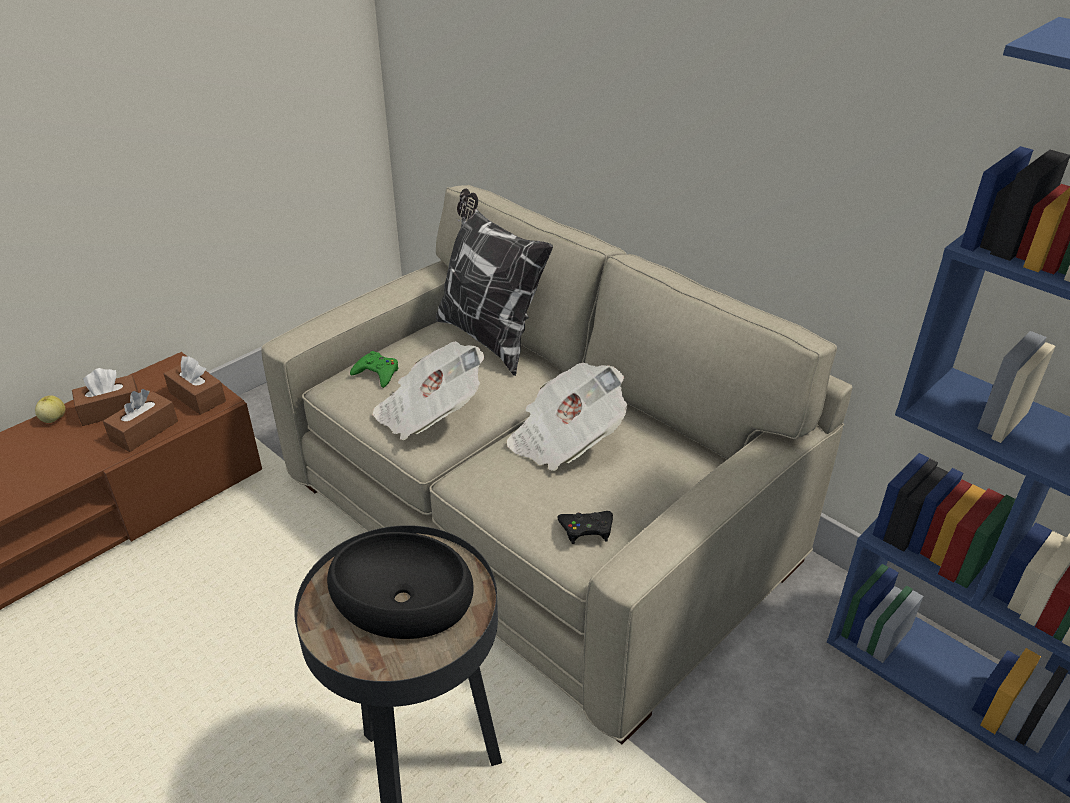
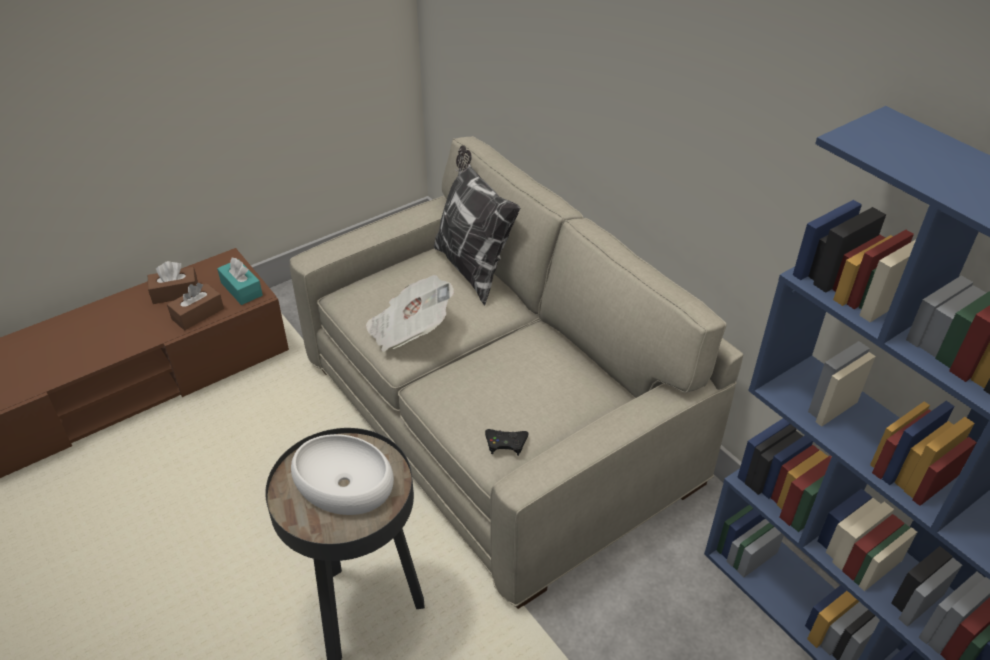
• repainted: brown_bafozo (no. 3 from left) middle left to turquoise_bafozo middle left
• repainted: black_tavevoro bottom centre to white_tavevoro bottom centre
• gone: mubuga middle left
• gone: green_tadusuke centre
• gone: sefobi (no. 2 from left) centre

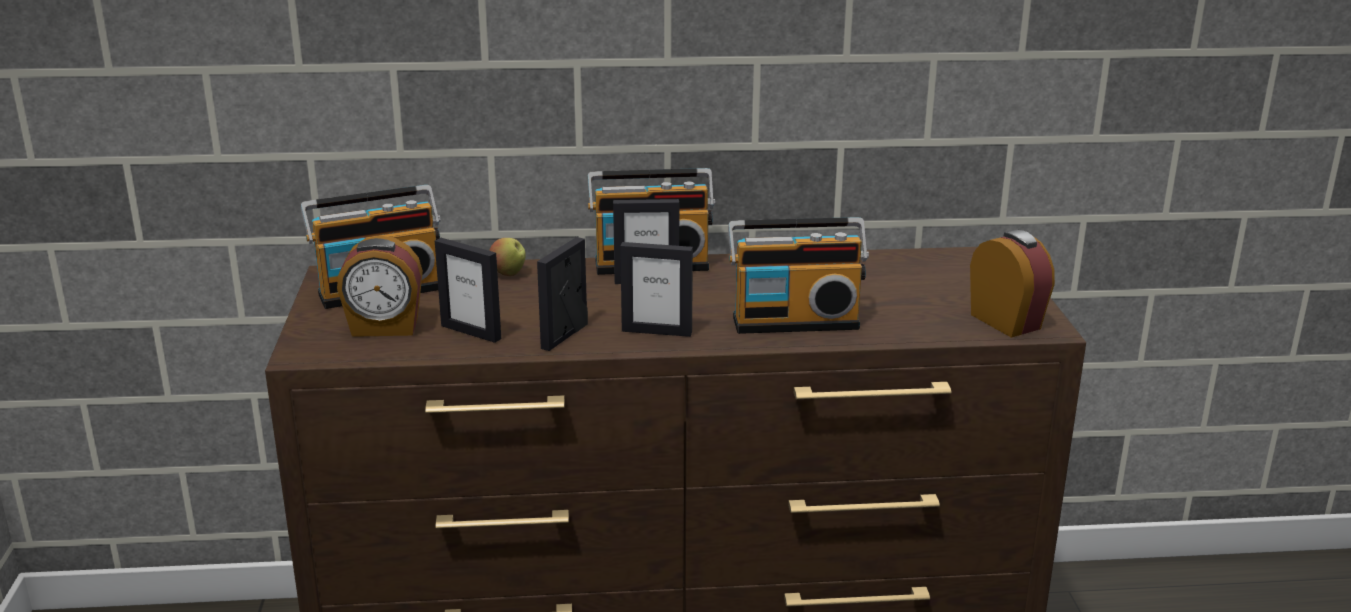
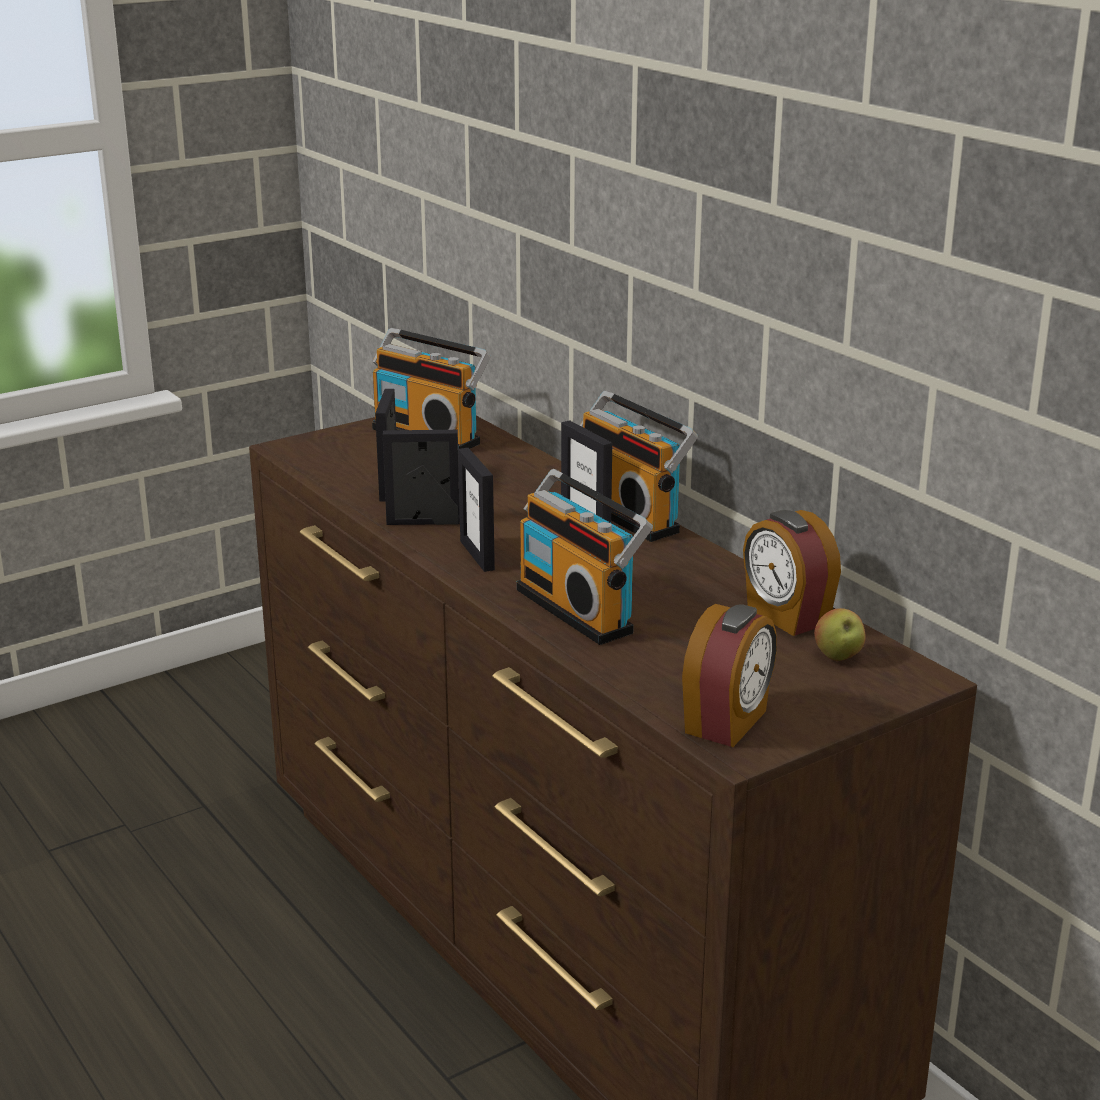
• shifted: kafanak (no. 1 from left in the first image) middle left to kafanak (no. 2 from left) middle right
• shifted: mubuga centre to middle right

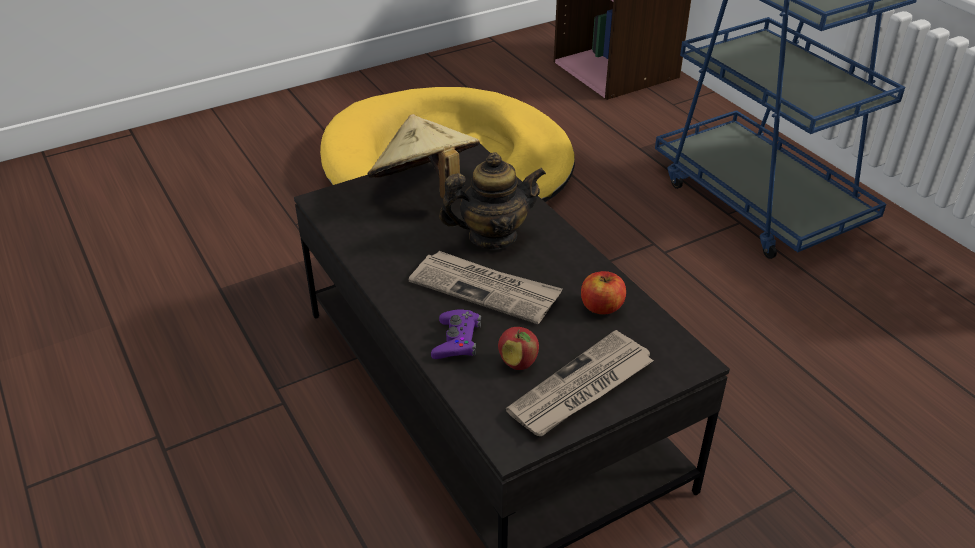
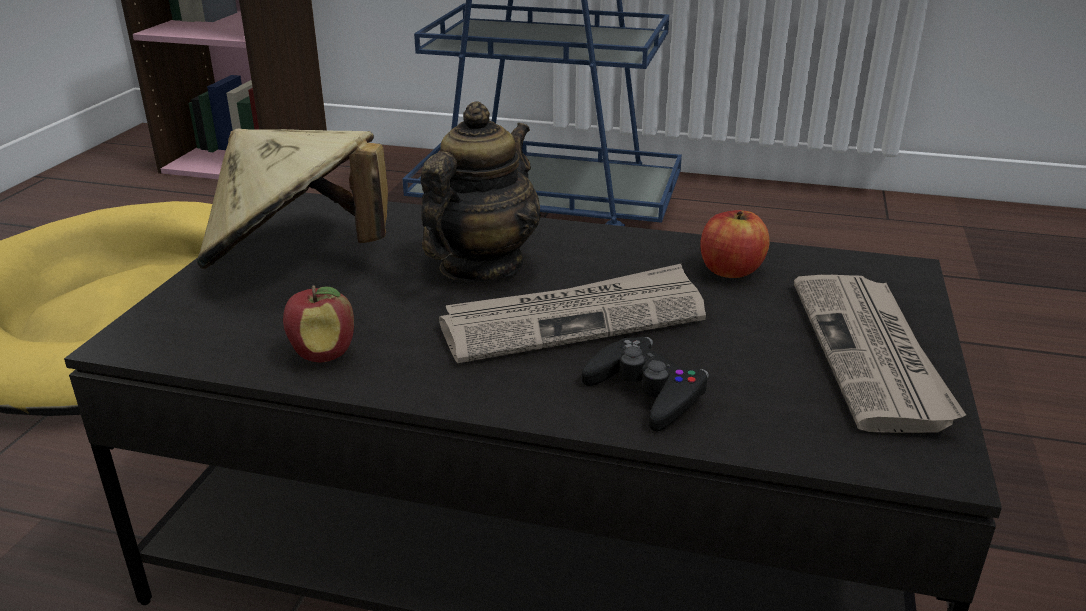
• shifted: mubuga (no. 1 from left) centre to middle left
• repainted: purple_tadusuke centre to black_tadusuke centre

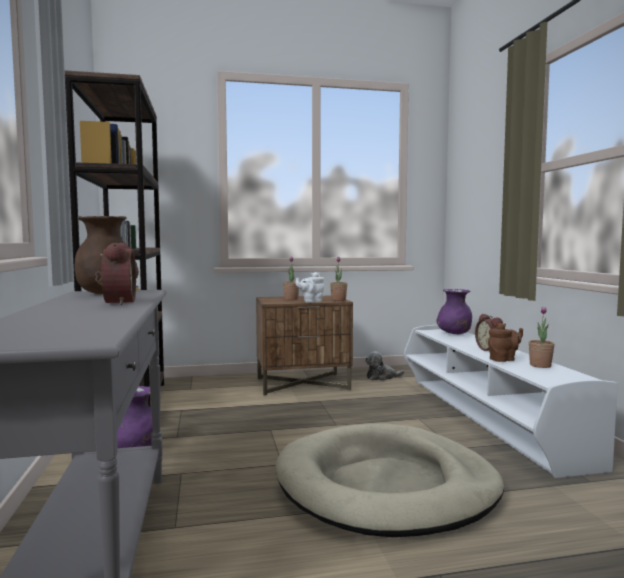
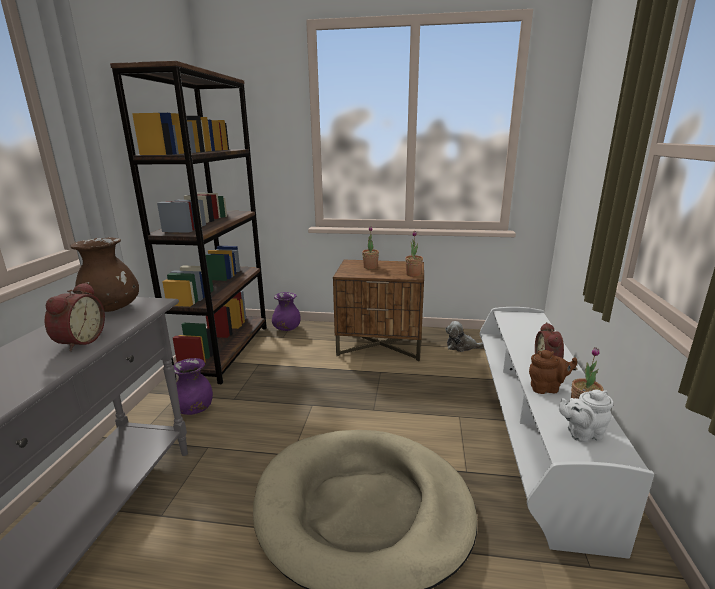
• shifted: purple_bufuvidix (no. 2 from left) middle right to centre
• shifted: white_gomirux centre to bottom right

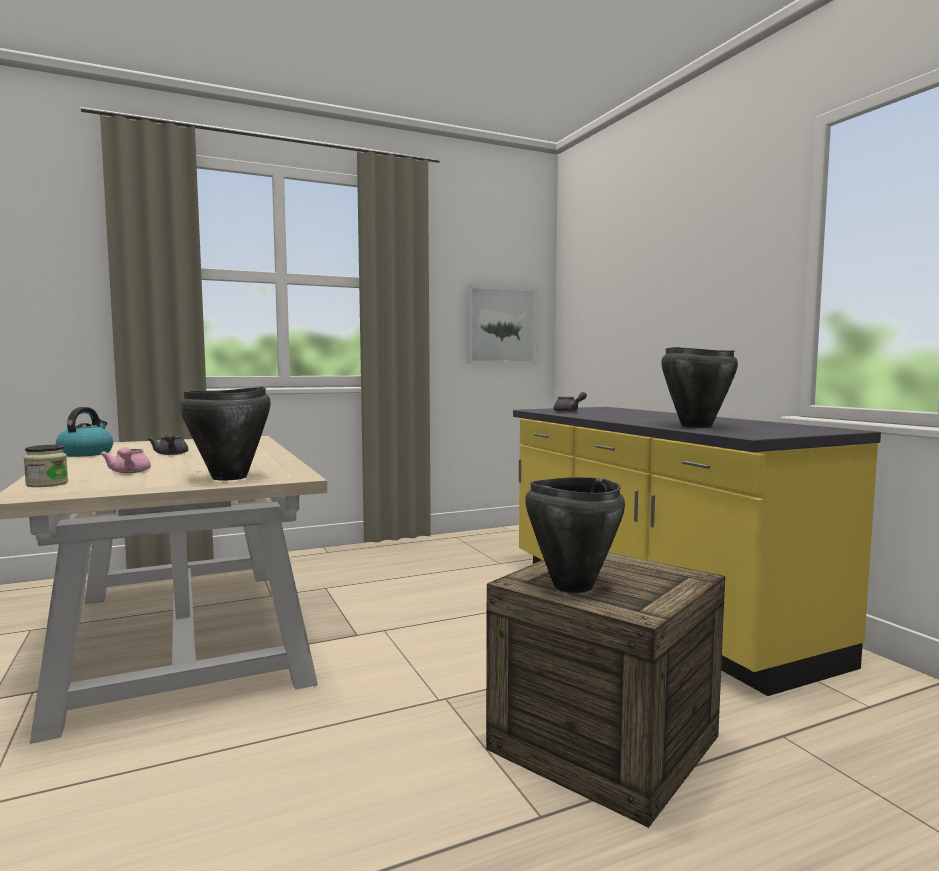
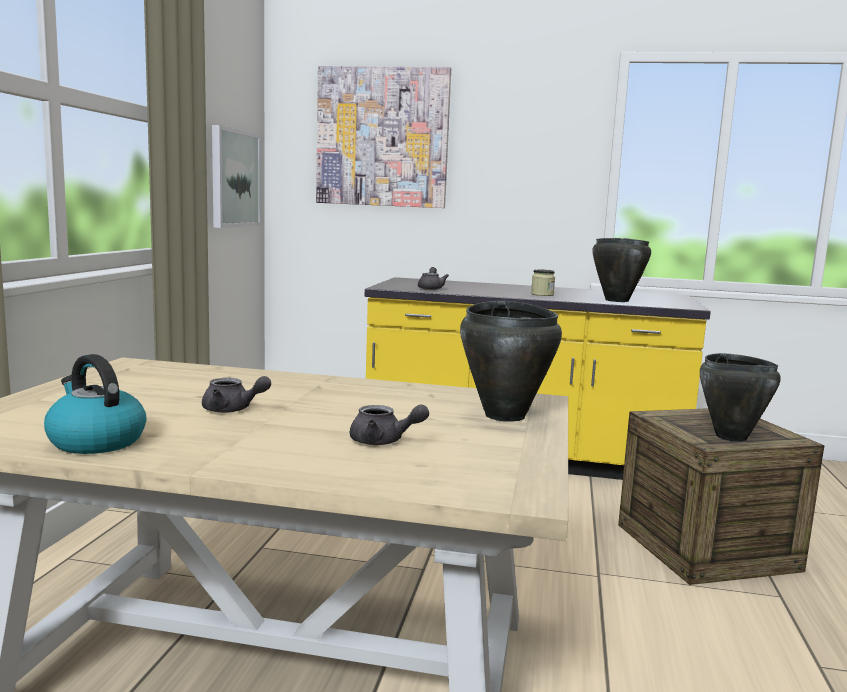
• new: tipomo (no. 2 from left) top centre
• repainted: pink_gomirux middle left to grey_gomirux (no. 2 from left) centre
• shifted: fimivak middle left to centre

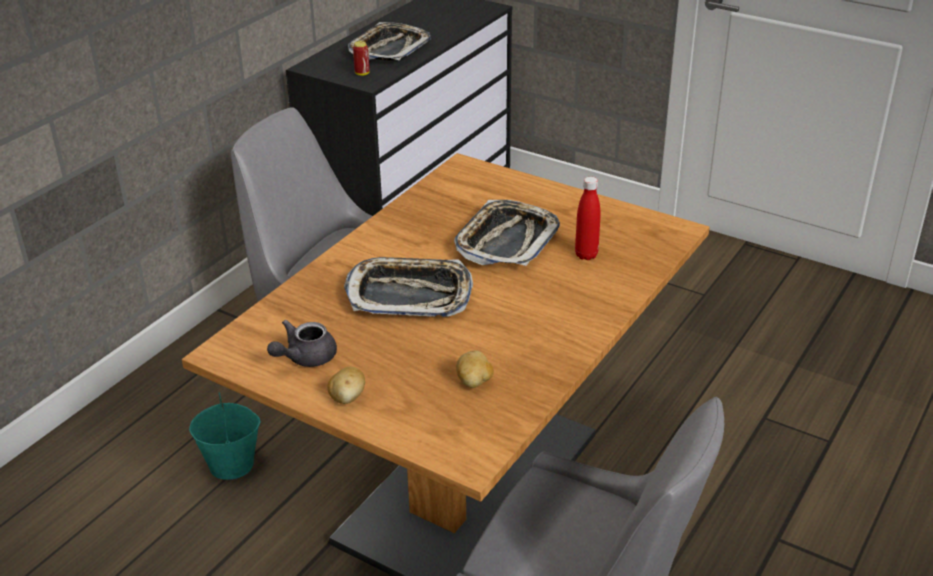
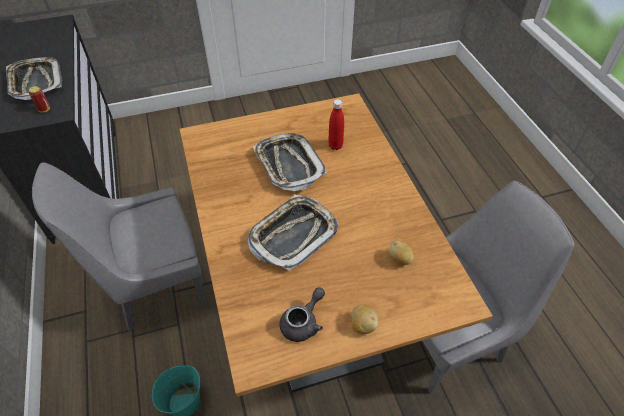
• rotated: grey_gomirux middle left = bottom centre 135 degrees counterclockwise

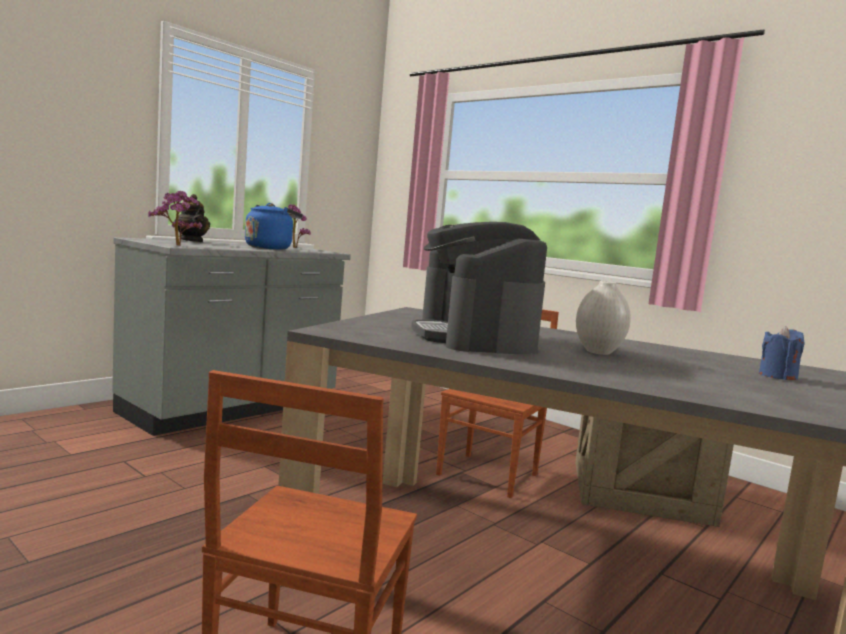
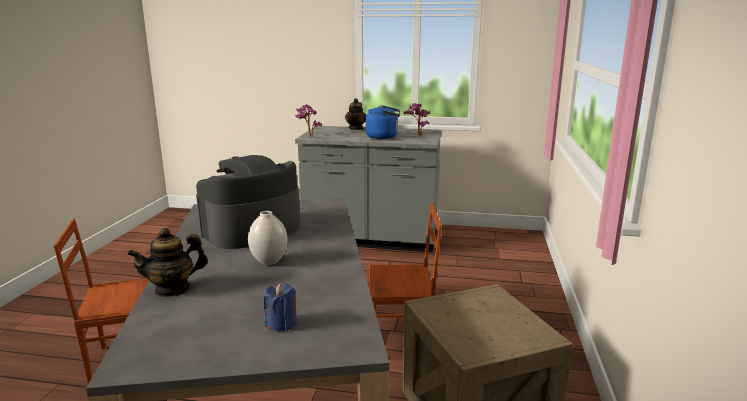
• new: gomirux (no. 1 from left) middle left

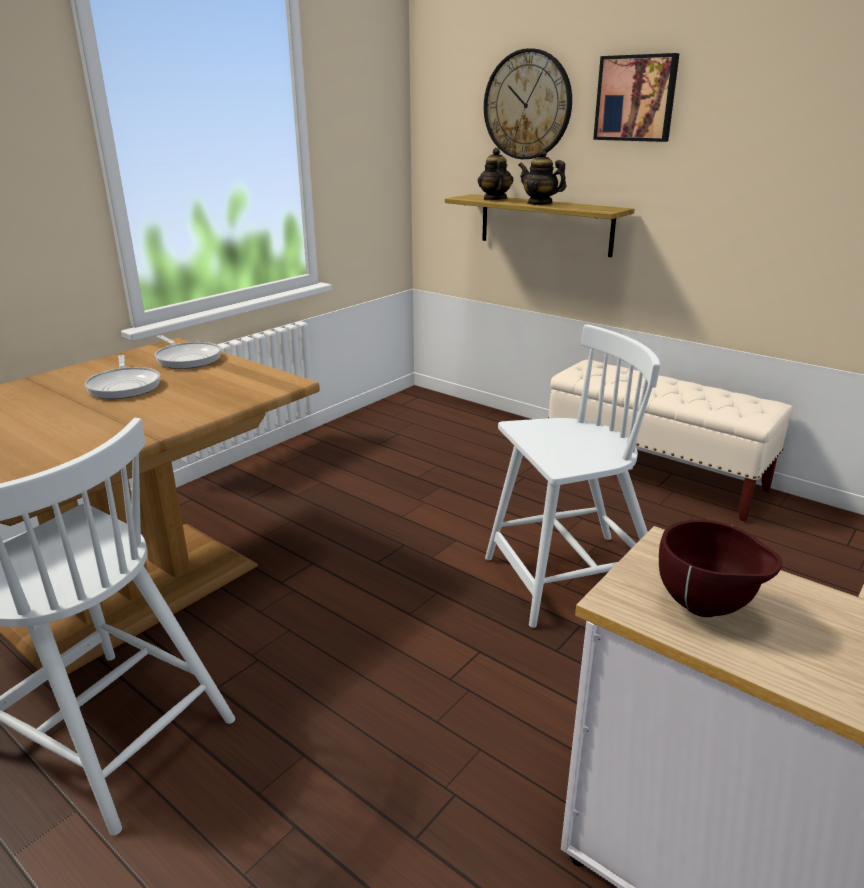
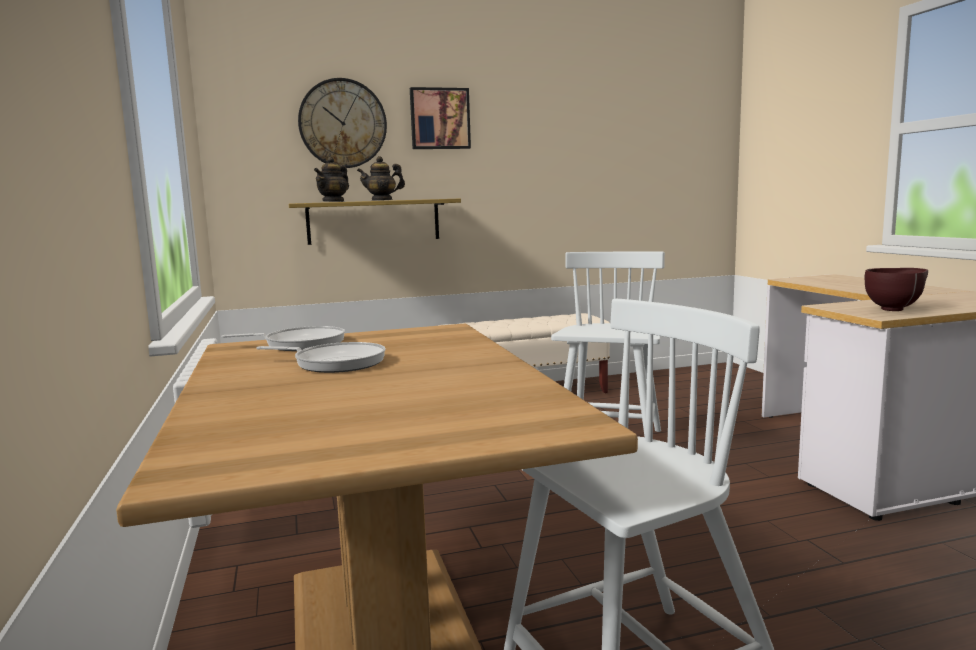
• rotated: gomirux (no. 1 from left) top centre = top centre 90 degrees counterclockwise

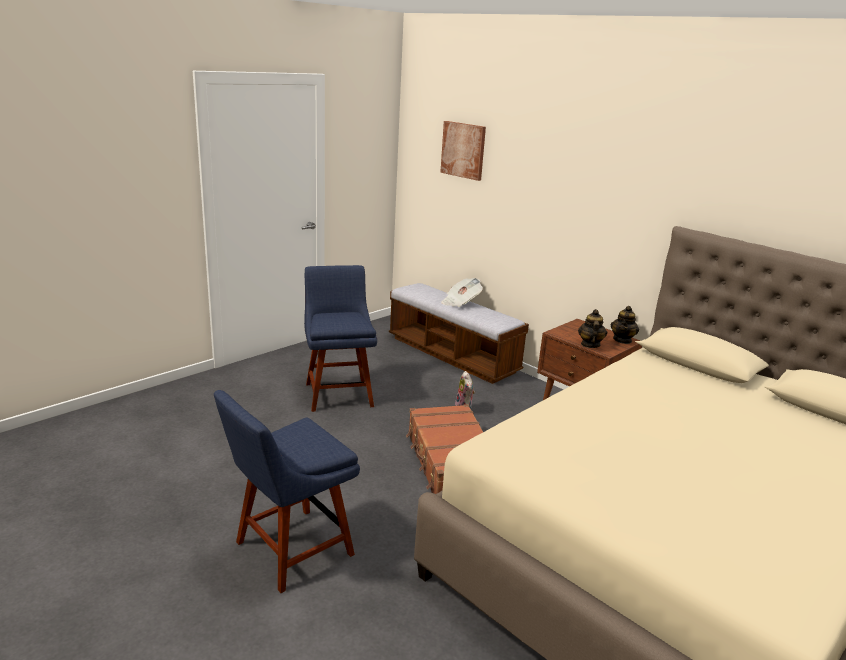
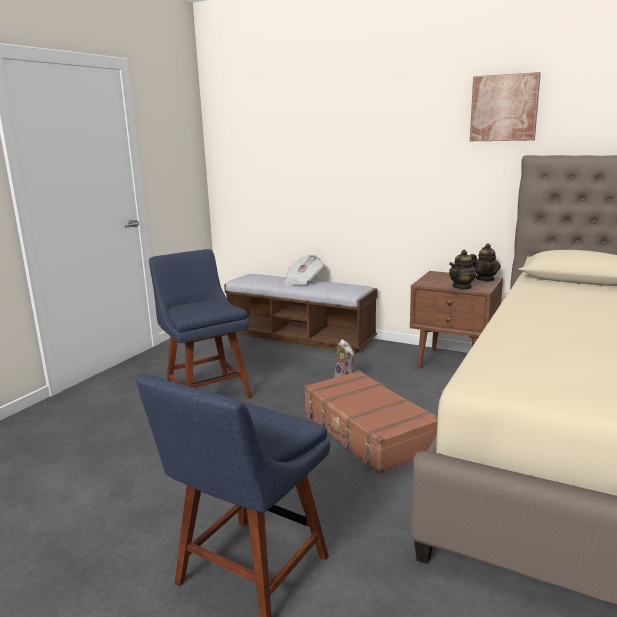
• rotated: gomirux (no. 1 from left) middle right = middle right 120 degrees counterclockwise
• shifted: tipomo top centre to top right

